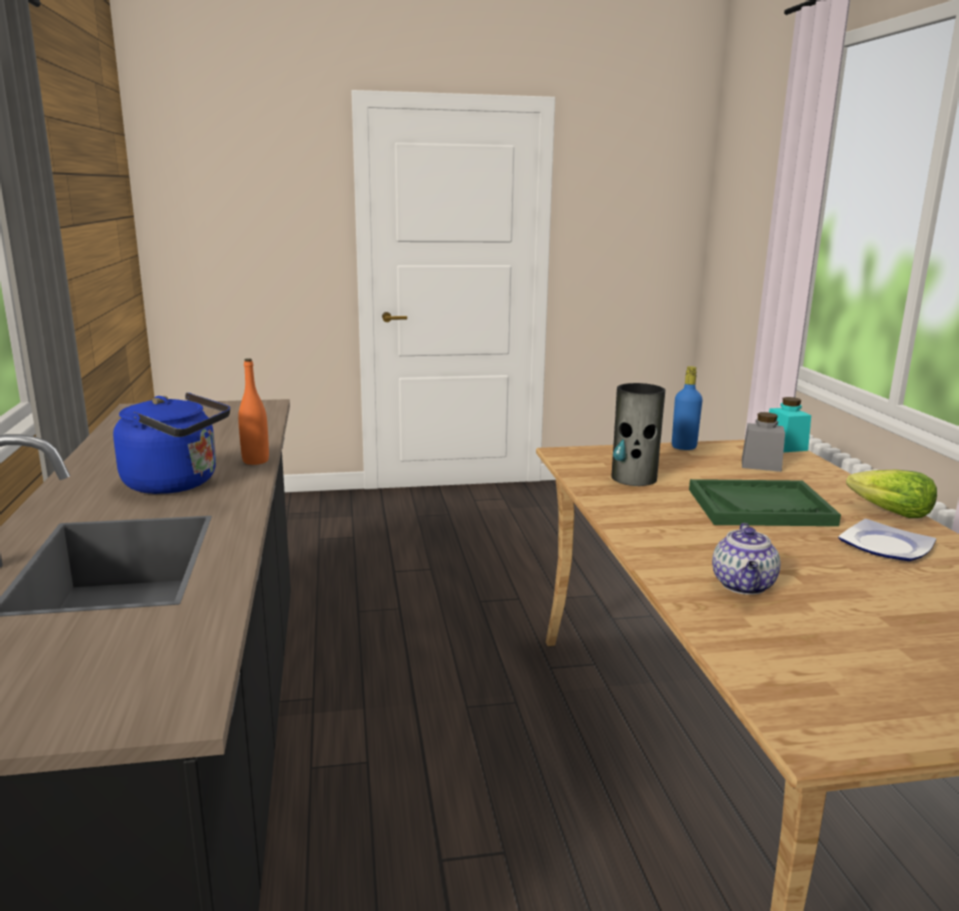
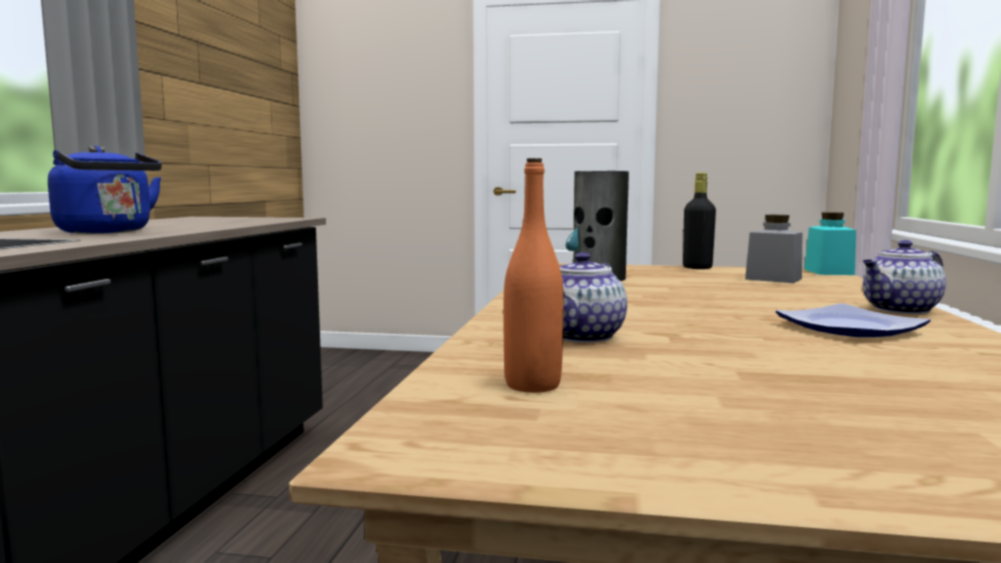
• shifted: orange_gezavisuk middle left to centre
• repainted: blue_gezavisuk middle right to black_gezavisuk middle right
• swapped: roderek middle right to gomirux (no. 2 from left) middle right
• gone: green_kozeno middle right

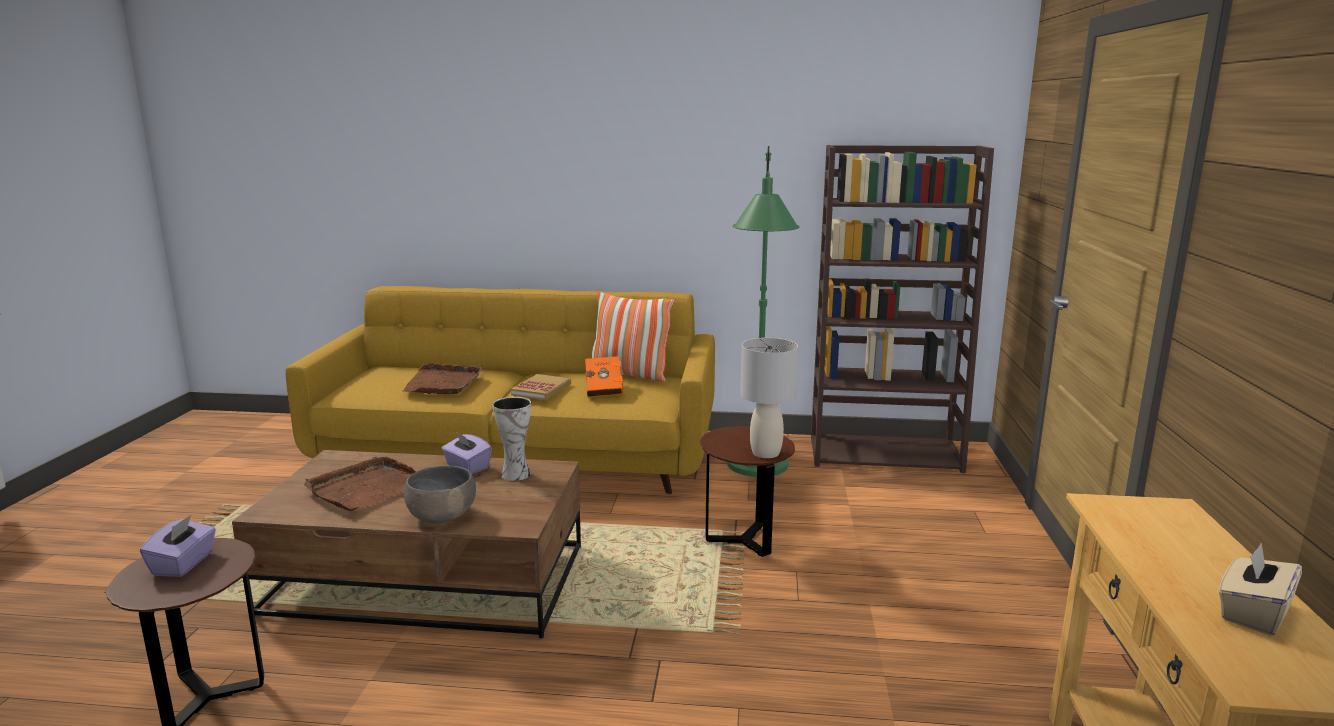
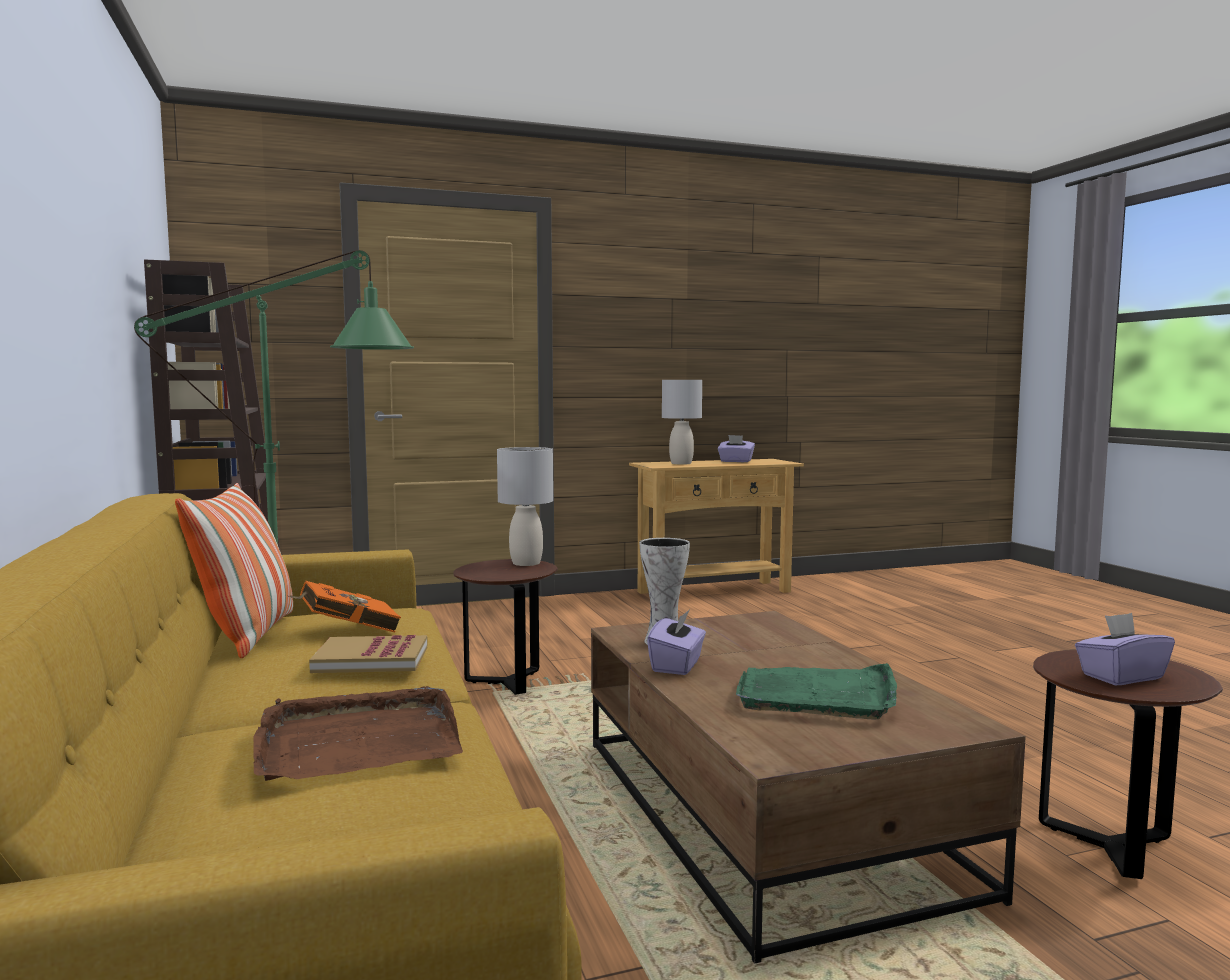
• new: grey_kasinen (no. 2 from left) centre
• repainted: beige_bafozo bottom right to purple_bafozo (no. 2 from left) centre
• repainted: brown_kozeno (no. 1 from left) middle left to green_kozeno bottom centre
• gone: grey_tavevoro bottom left

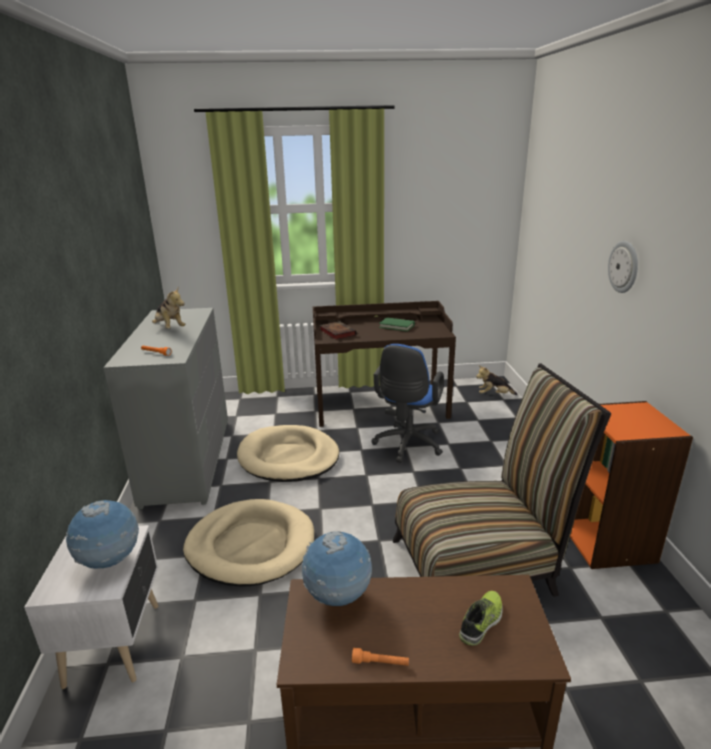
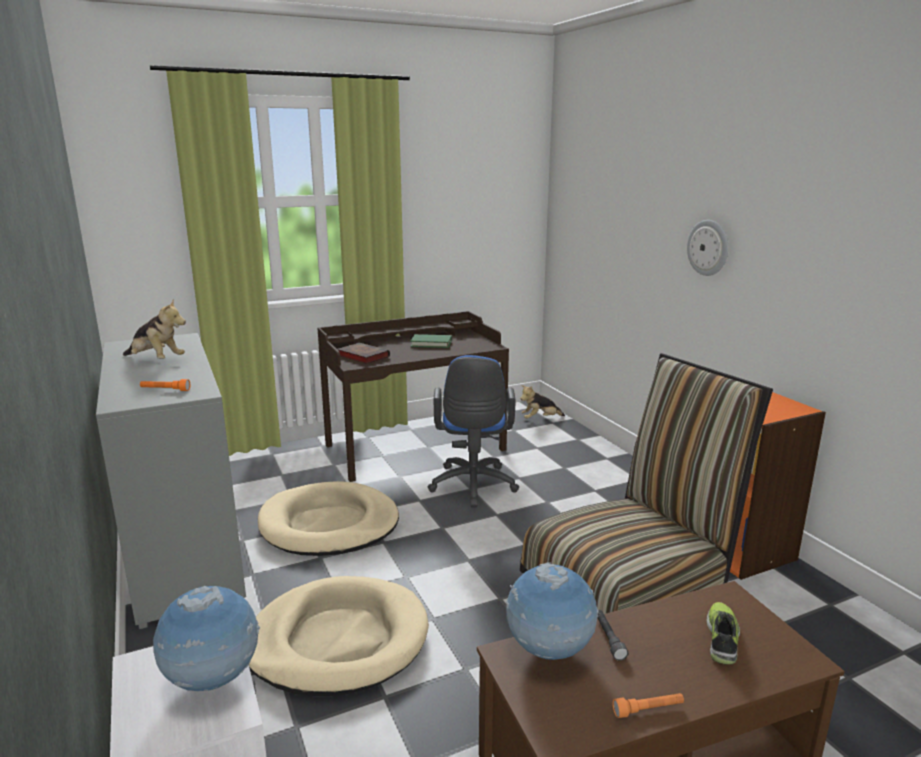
• new: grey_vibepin bottom centre

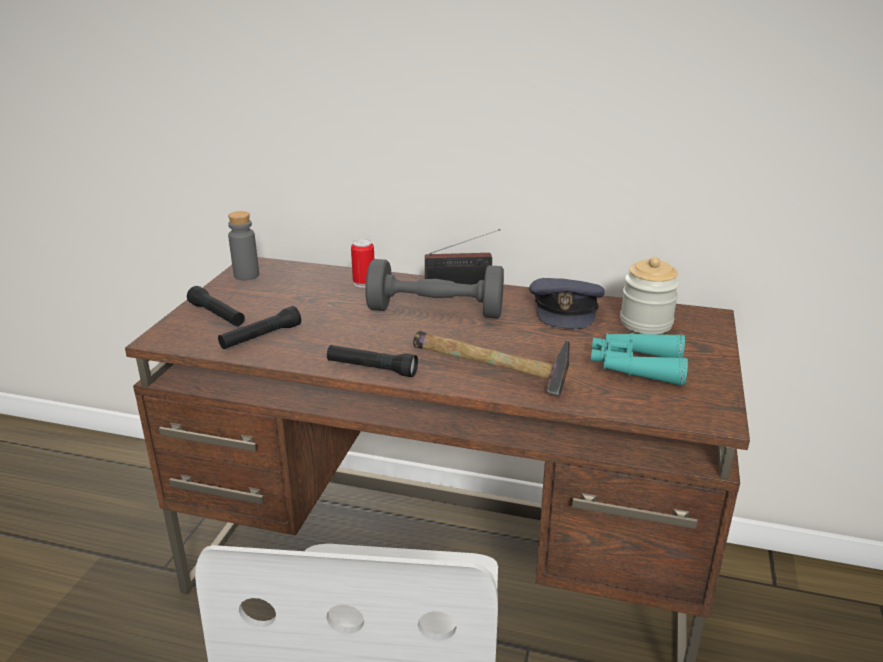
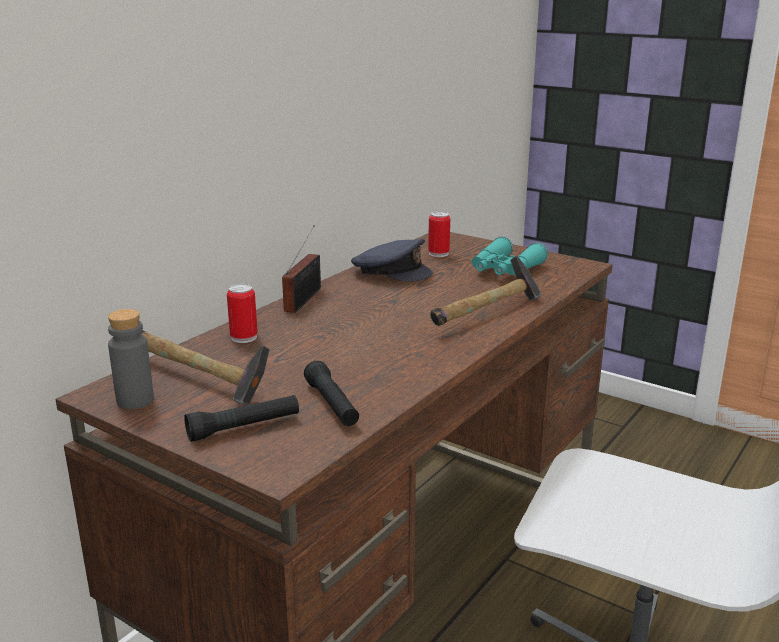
• new: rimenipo (no. 1 from left) middle left
• swapped: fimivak middle right to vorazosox (no. 2 from left) centre
• gone: black_vibepin (no. 3 from left) centre
• gone: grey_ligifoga centre

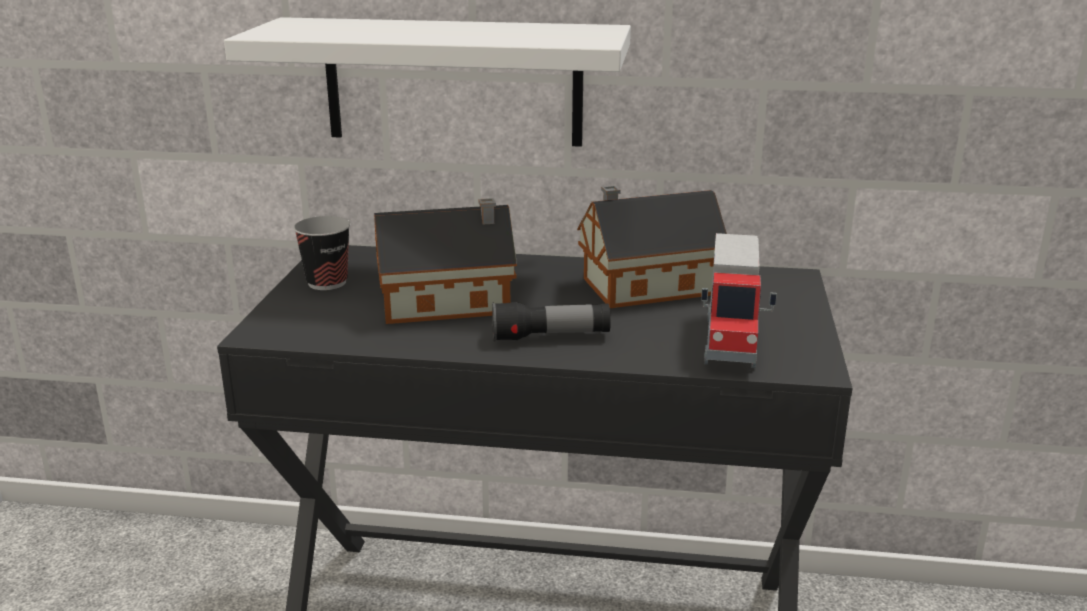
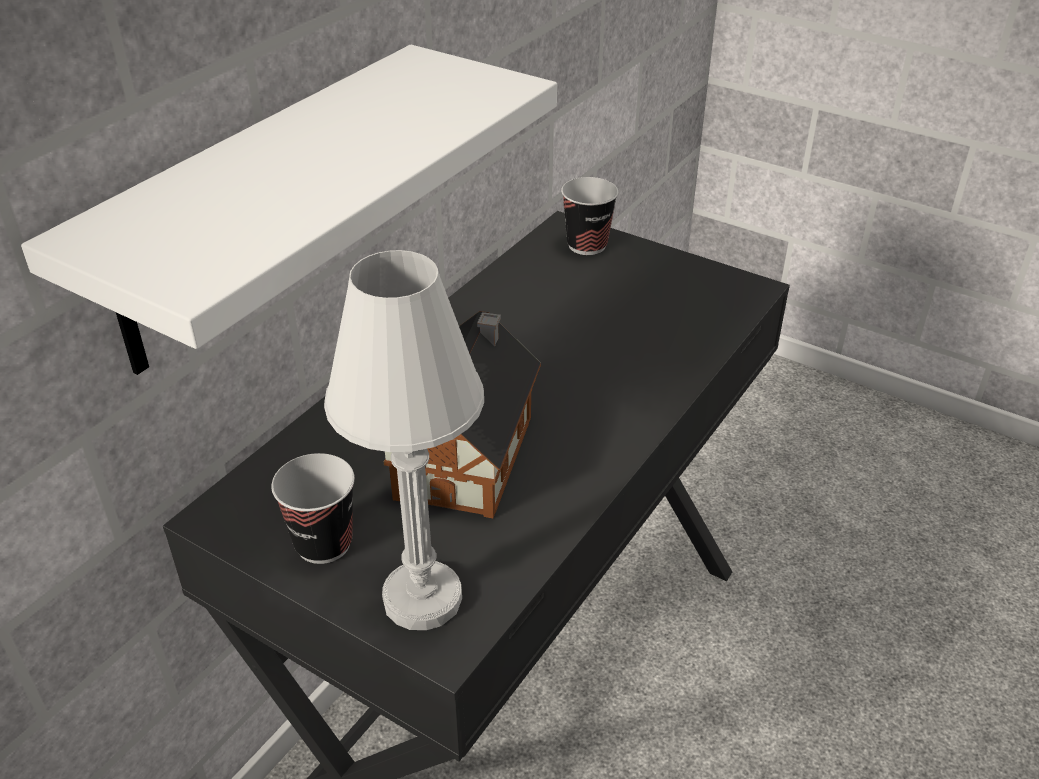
• new: white_kasinen centre
• new: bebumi (no. 2 from left) top centre
• gone: vibepin centre
• gone: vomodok (no. 2 from left) centre
• gone: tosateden middle right

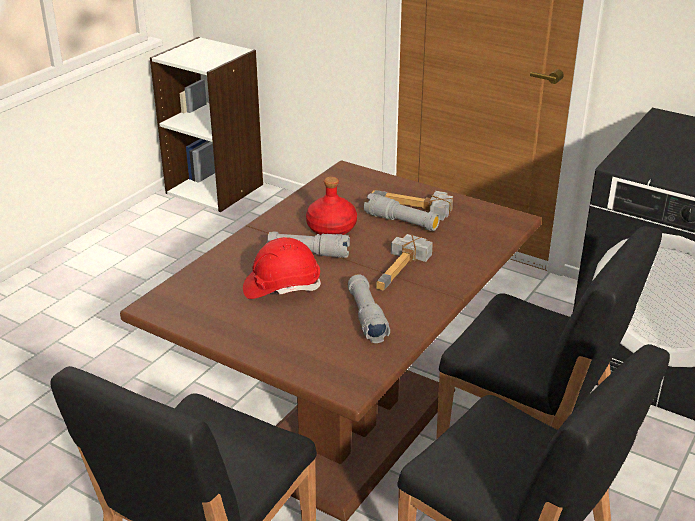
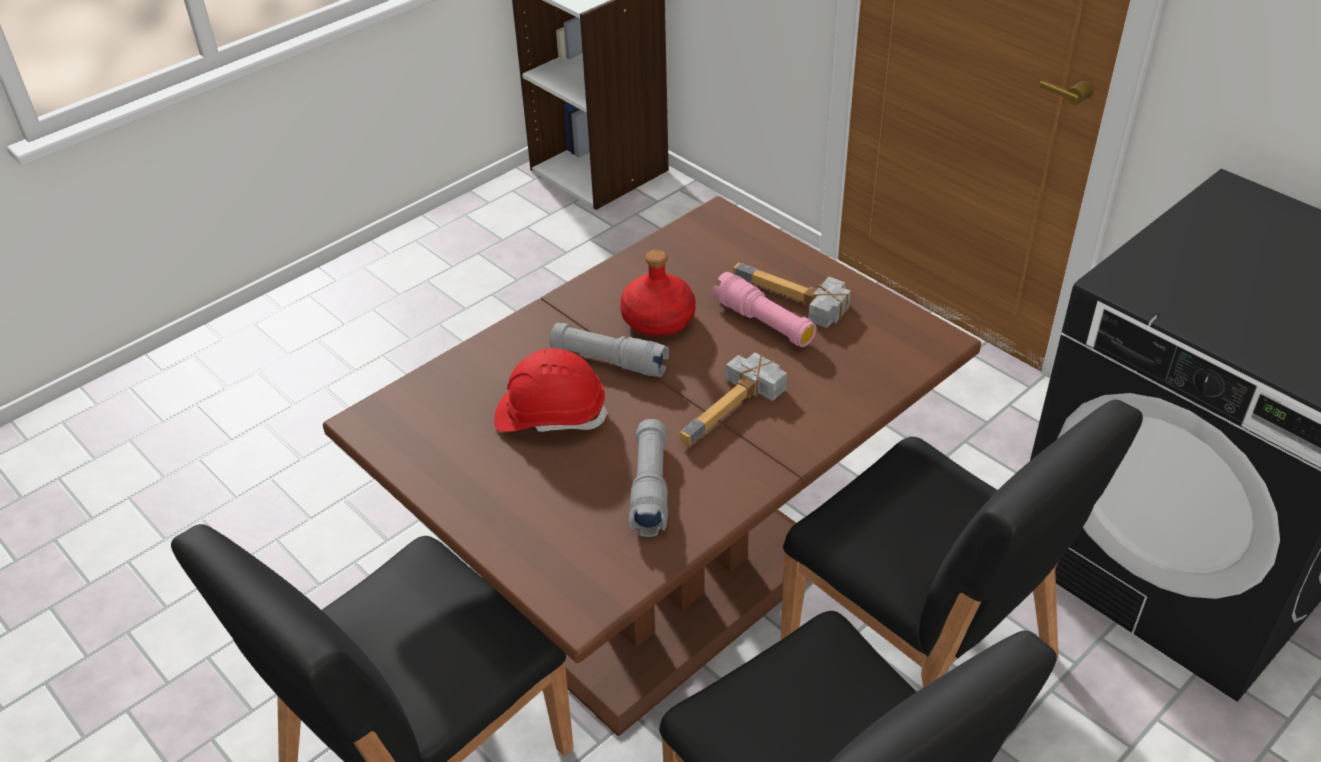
• repainted: grey_vibepin (no. 3 from left) centre to pink_vibepin centre

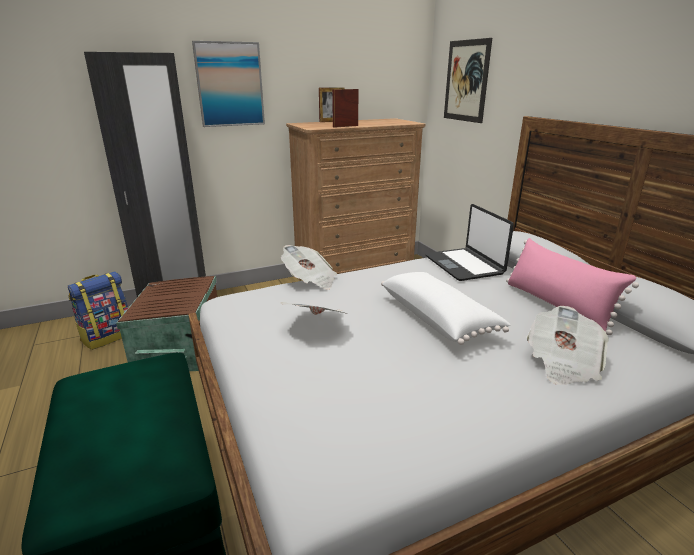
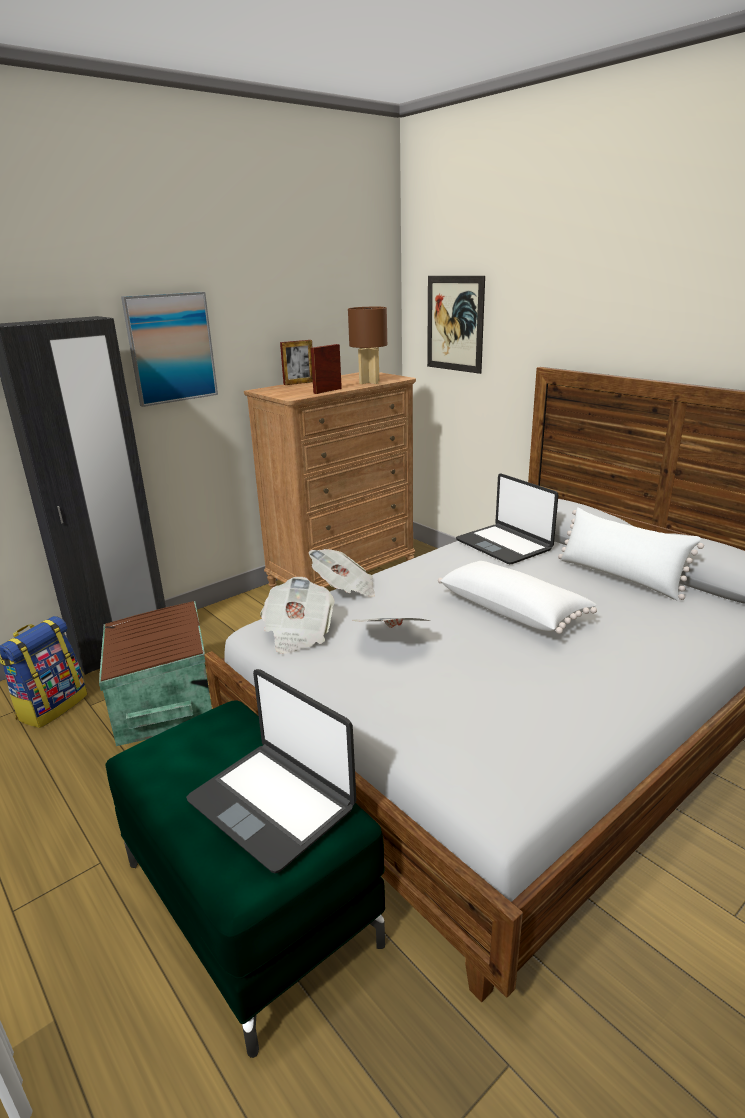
• new: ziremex (no. 1 from left) bottom centre
• shifted: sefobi (no. 3 from left in the first image) middle right to sefobi (no. 1 from left) centre
• new: brown_kasinen top centre
• repainted: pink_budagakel middle right to white_budagakel (no. 2 from left) middle right

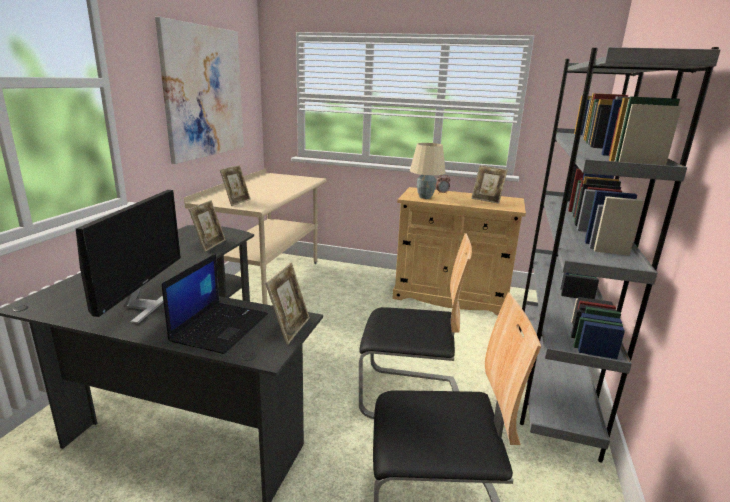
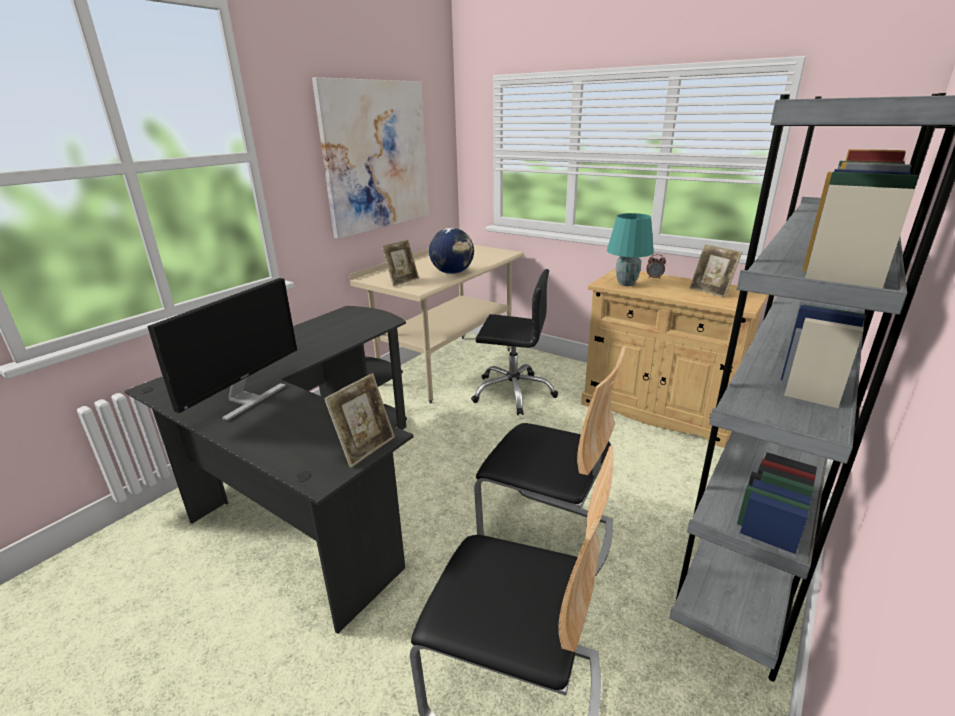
• new: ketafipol centre
• new: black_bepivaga centre
• repainted: beige_kasinen centre to turquoise_kasinen centre
• gone: ziremex middle left
• gone: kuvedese (no. 1 from left) middle left

